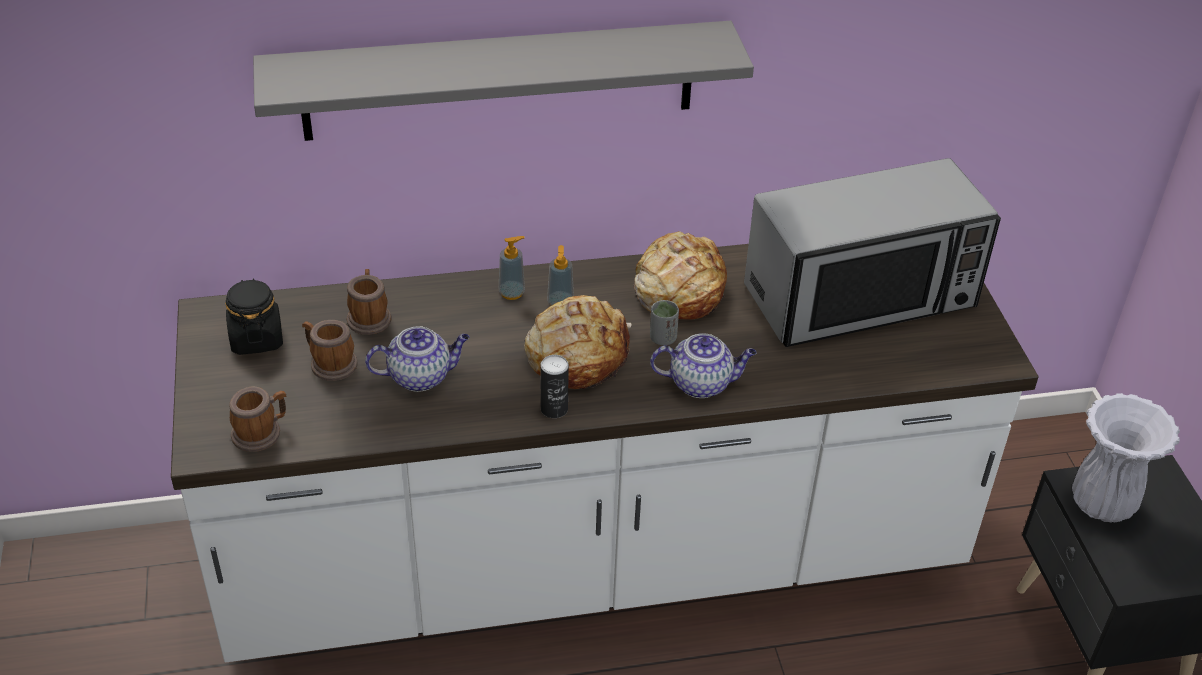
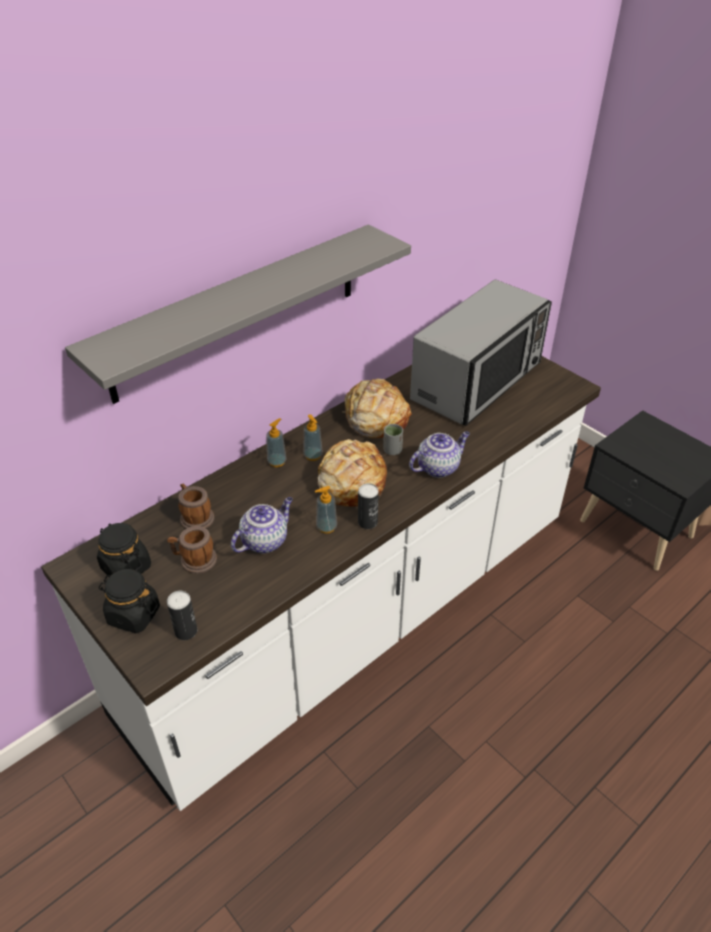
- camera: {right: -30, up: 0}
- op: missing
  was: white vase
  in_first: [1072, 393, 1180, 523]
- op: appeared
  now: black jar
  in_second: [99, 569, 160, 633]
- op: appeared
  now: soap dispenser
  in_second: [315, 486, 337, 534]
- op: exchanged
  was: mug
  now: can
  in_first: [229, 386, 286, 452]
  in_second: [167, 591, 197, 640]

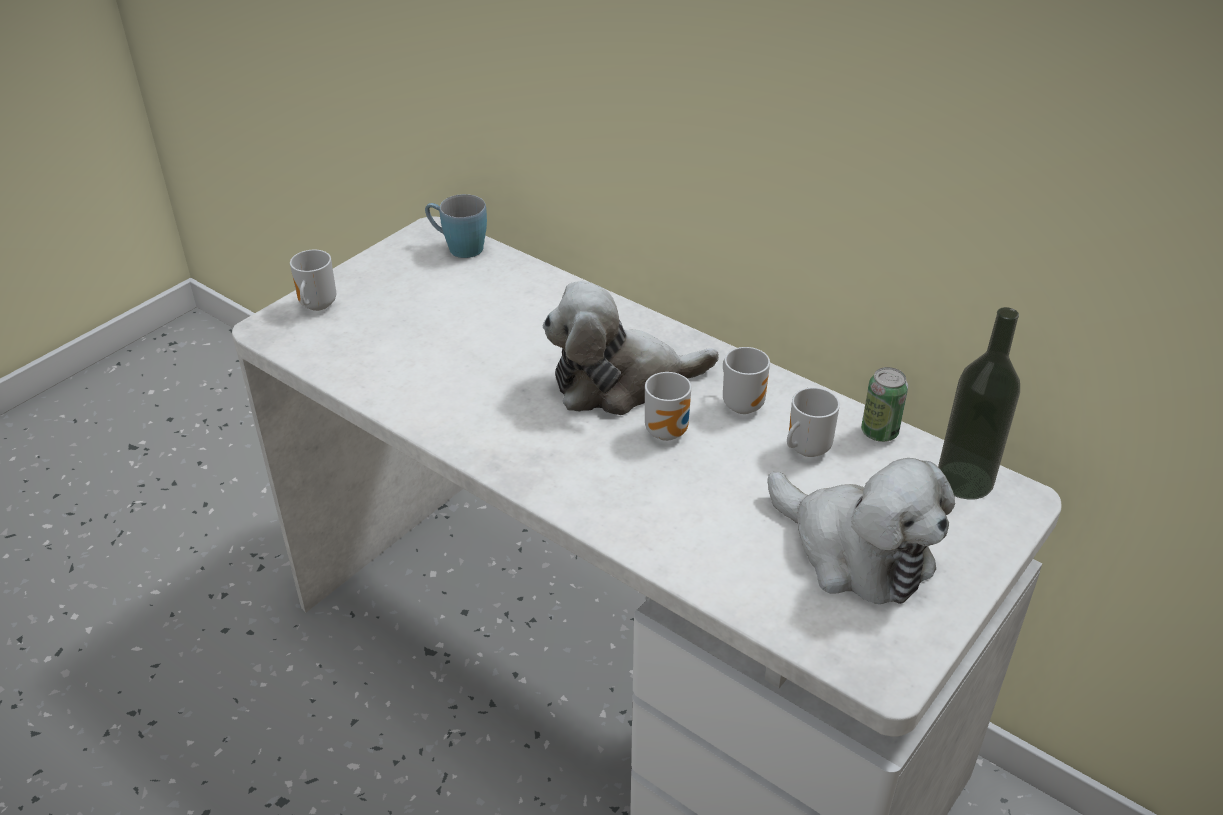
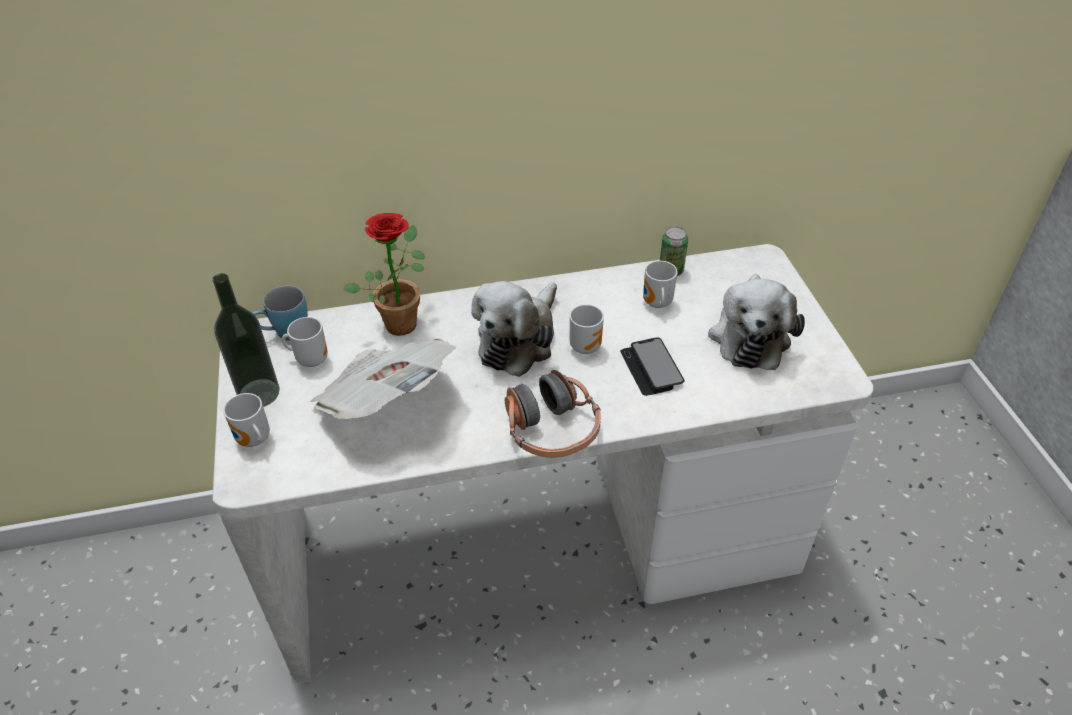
- camera: {right: -50, up: 5}
- op: appeared
  now: newspaper
  in_second: [311, 339, 456, 419]
- op: appeared
  now: potted plant
  in_second: [343, 213, 425, 336]
- op: appeared
  now: headphones
  in_second: [505, 370, 601, 458]
- op: appeared
  now: phone
  in_second: [620, 338, 685, 396]
- op: relocated
  was: mug
  in_first: [723, 347, 770, 414]
  in_second: [282, 317, 328, 367]
- op: relocated
  was: bottle
  in_first: [938, 307, 1020, 500]
  in_second: [212, 273, 280, 407]
- op: spun
  was: plush toy
  in_first: [767, 458, 955, 604]
  in_second: [708, 274, 805, 370]
  clockwise: 105

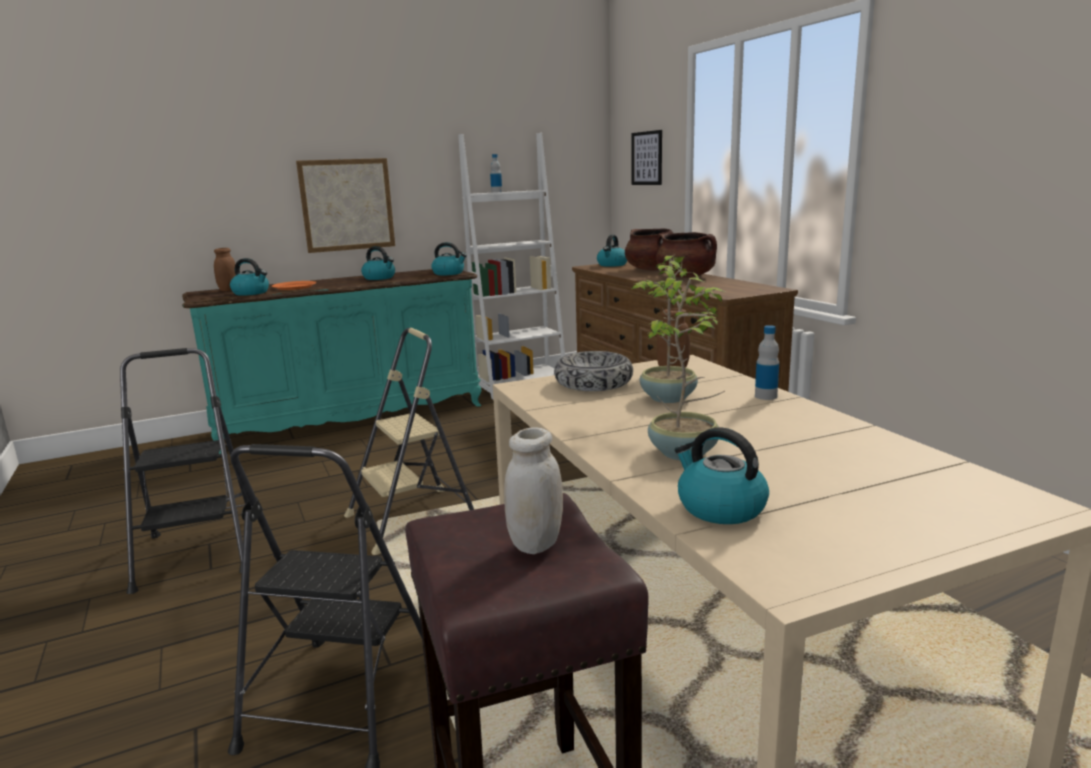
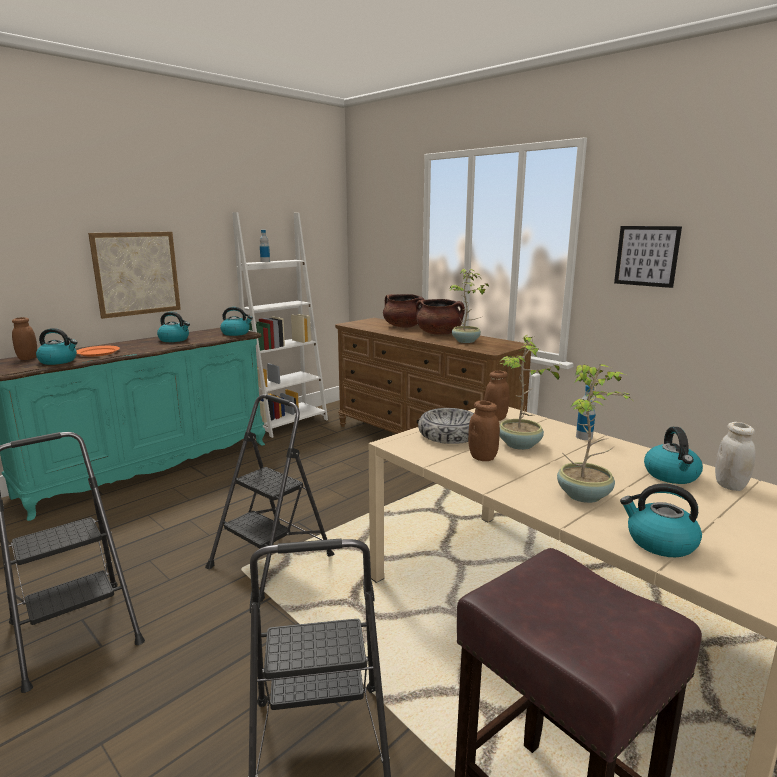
- camera: {right: -20, up: 0}
- op: appeared
  now: potted plant
  in_second: [450, 269, 489, 343]
- op: appeared
  now: brown jar
  in_second: [468, 401, 500, 461]
- op: relocated
  was: white jar
  in_first: [504, 427, 563, 554]
  in_second: [715, 422, 756, 491]
- op: relocated
  was: kettle
  in_first: [597, 235, 627, 267]
  in_second: [644, 427, 703, 484]
- op: relocated
  was: picture
  in_first: [632, 130, 662, 185]
  in_second: [614, 226, 682, 288]
- op: colour
  was: beige step ladder
  now: black step ladder
  in_first: [344, 328, 474, 555]
  in_second: [205, 394, 334, 602]

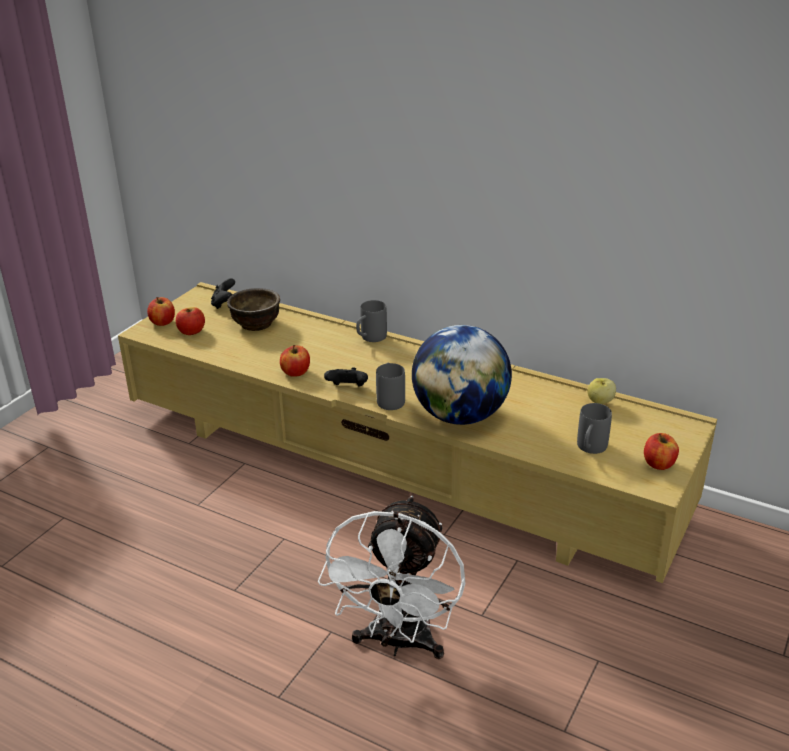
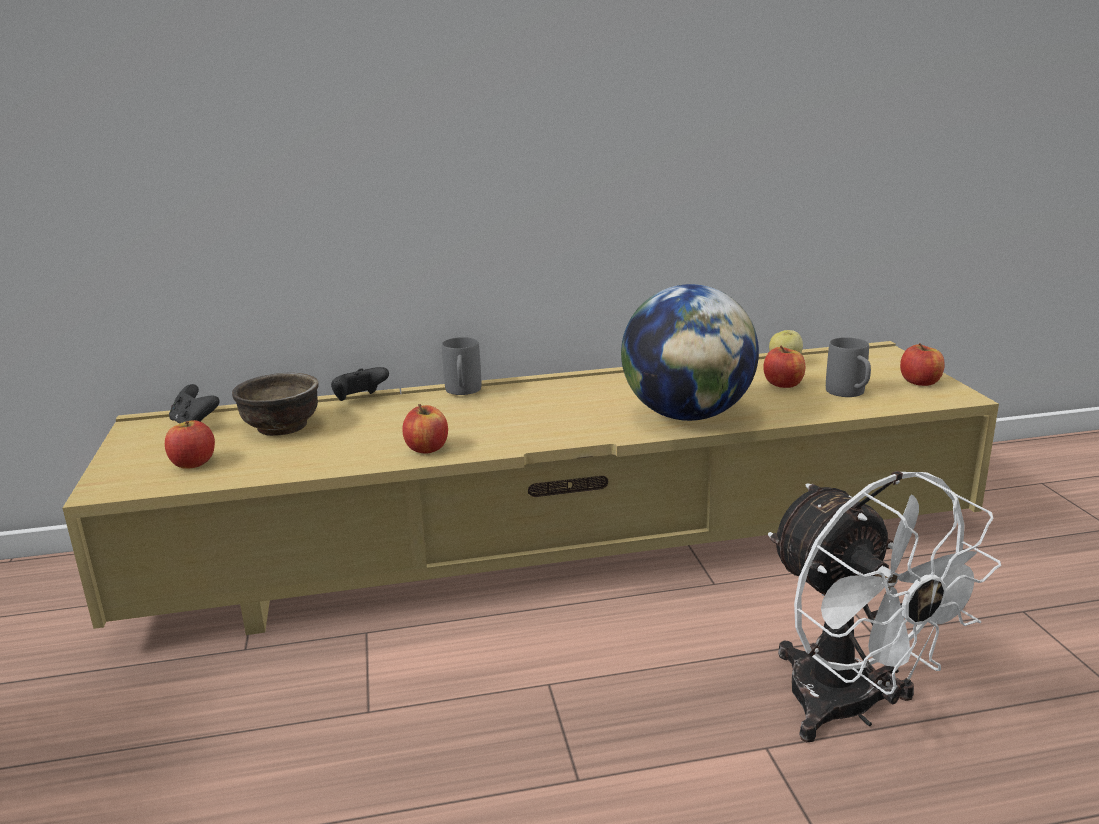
- camera: {right: -40, up: -10}
- op: missing
  was: grey mug
  in_first: [376, 363, 405, 410]
- op: relocated
  was: apple
  in_first: [147, 297, 175, 326]
  in_second: [763, 346, 805, 388]
- op: relocated
  was: black game controller
  in_first: [324, 367, 368, 387]
  in_second: [331, 367, 389, 401]

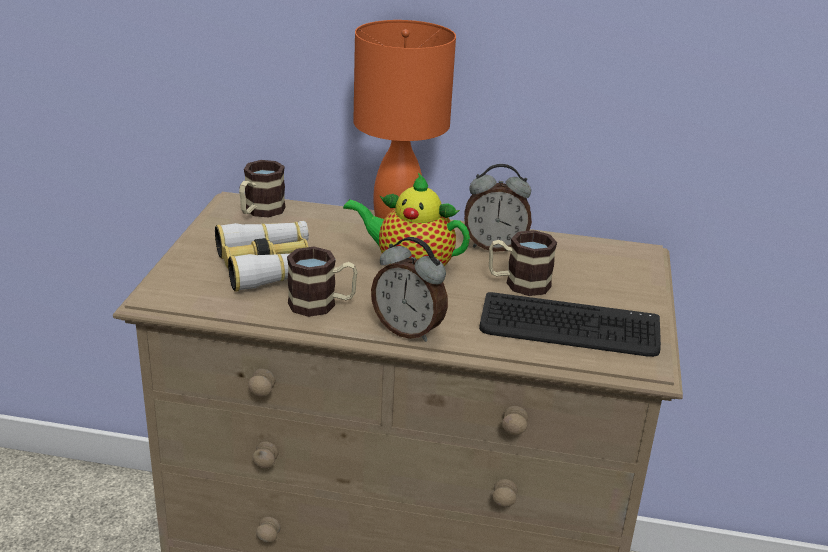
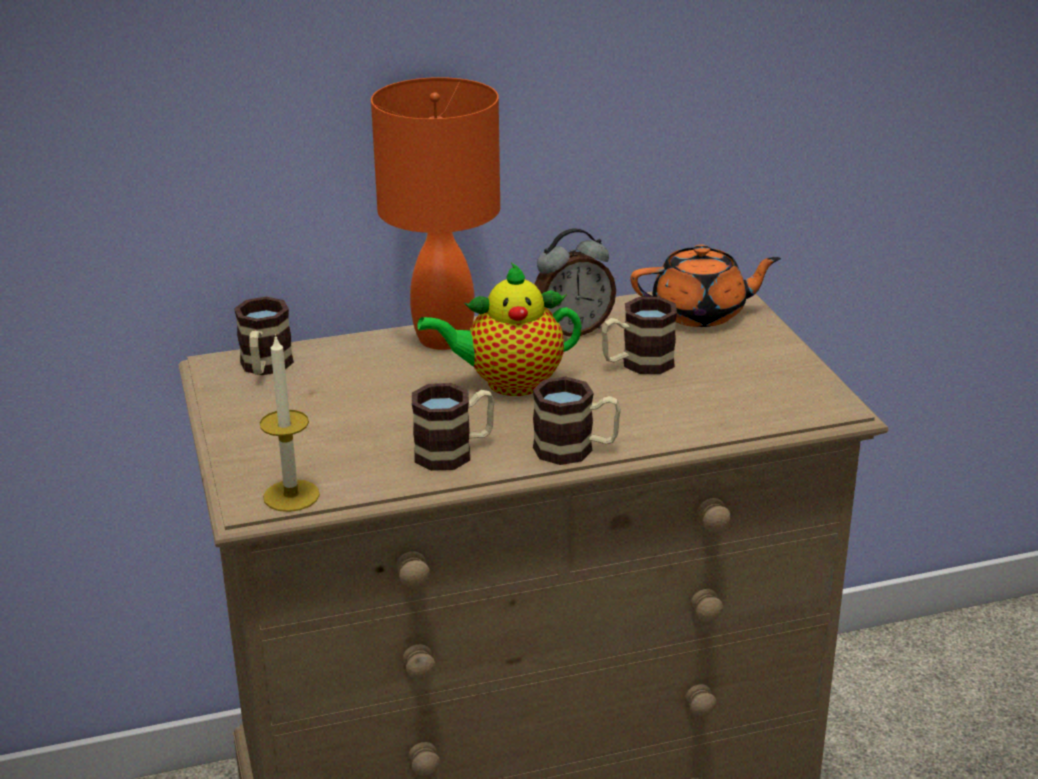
- camera: {right: -25, up: 0}
- op: missing
  was: binoculars
  in_first: [215, 221, 309, 292]
- op: missing
  was: keyboard
  in_first: [479, 292, 661, 357]
- op: appeared
  now: candle
  in_second: [260, 334, 320, 512]
- op: appeared
  now: orange teapot
  in_second: [631, 245, 781, 327]
- op: exchanged
  was: alarm clock
  now: mug
  in_first: [371, 237, 448, 342]
  in_second: [533, 377, 621, 465]

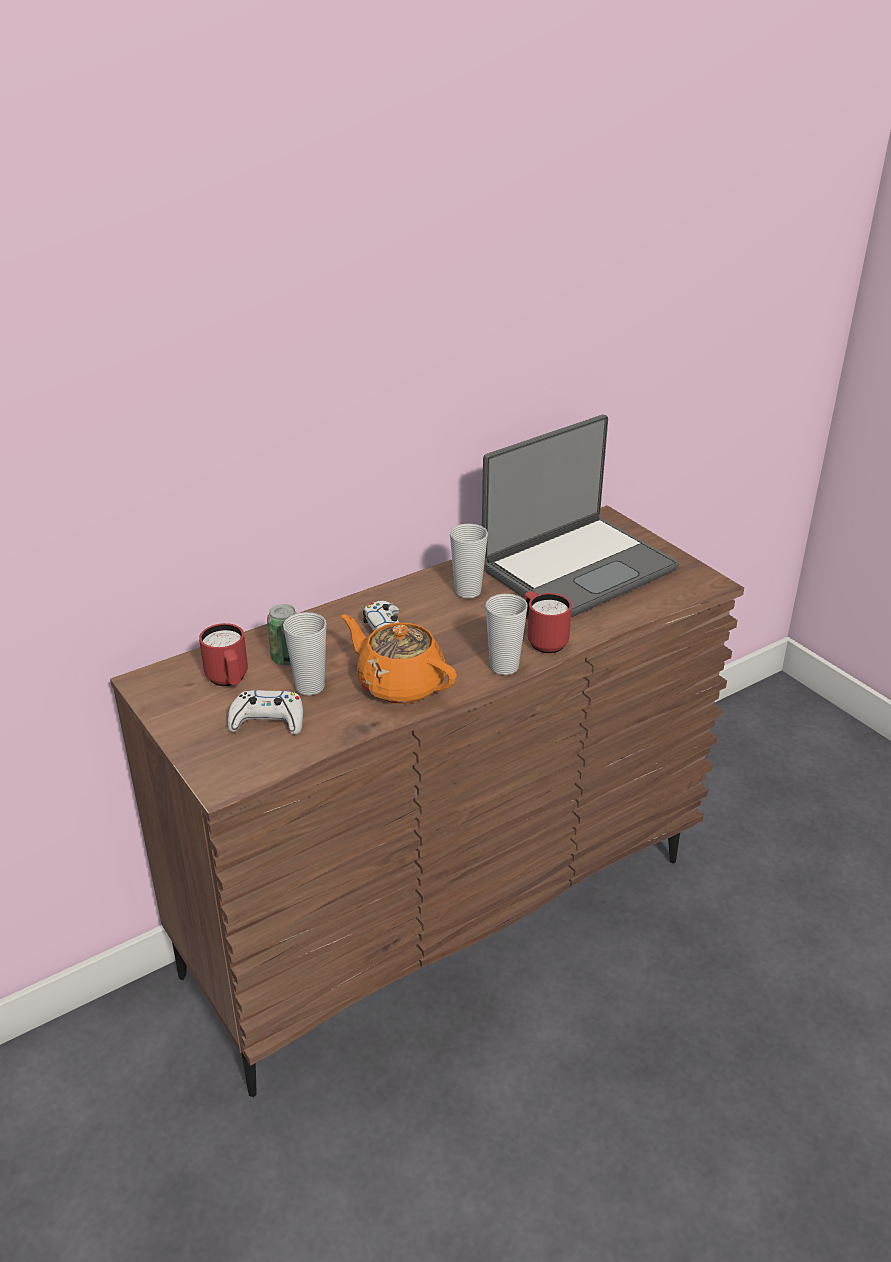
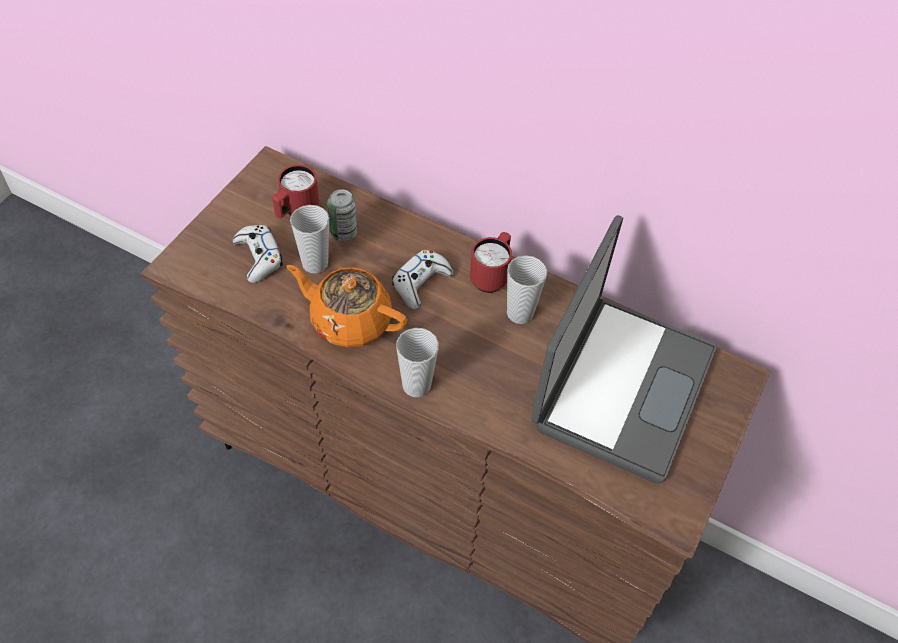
- camera: {right: 60, up: 20}
- op: relocated
  was: red mug
  in_first: [524, 591, 572, 653]
  in_second: [470, 232, 512, 293]
- op: spun
  was: orange teapot
  in_first: [342, 615, 457, 704]
  in_second: [286, 265, 407, 348]
  clockwise: -75
- op: spun
  was: laptop
  in_first: [482, 414, 679, 617]
  in_second: [531, 215, 716, 484]
  clockwise: -90

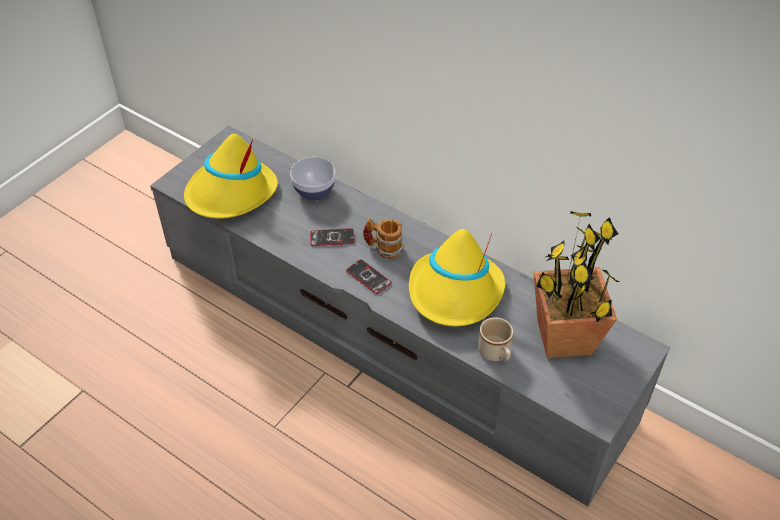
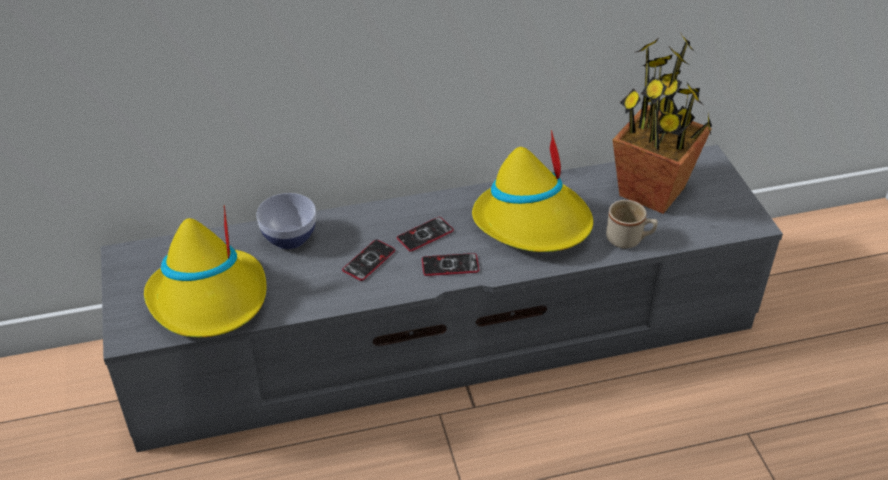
- camera: {right: -50, up: -5}
- op: exchanged
  was: mug
  now: phone
  in_first: [363, 218, 404, 259]
  in_second: [397, 217, 454, 252]

